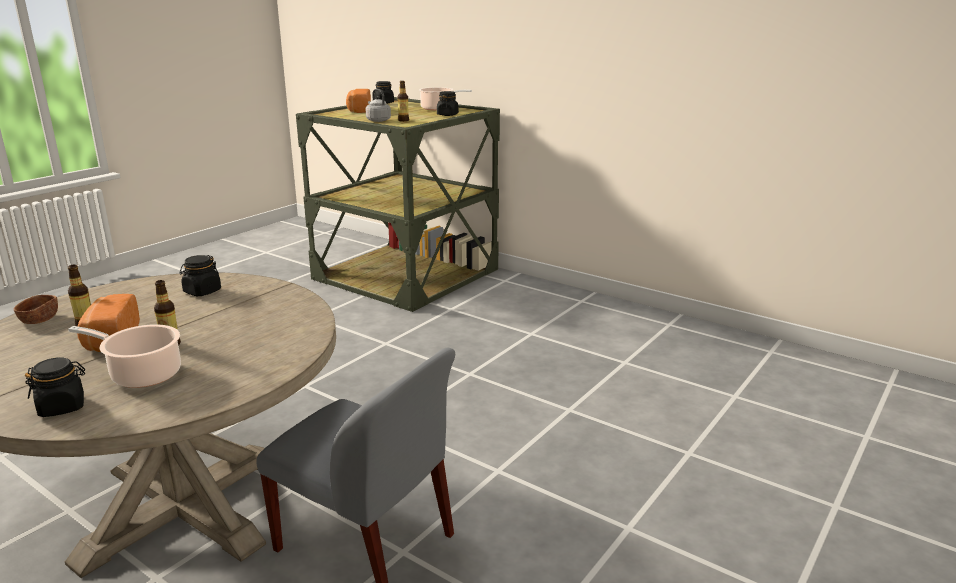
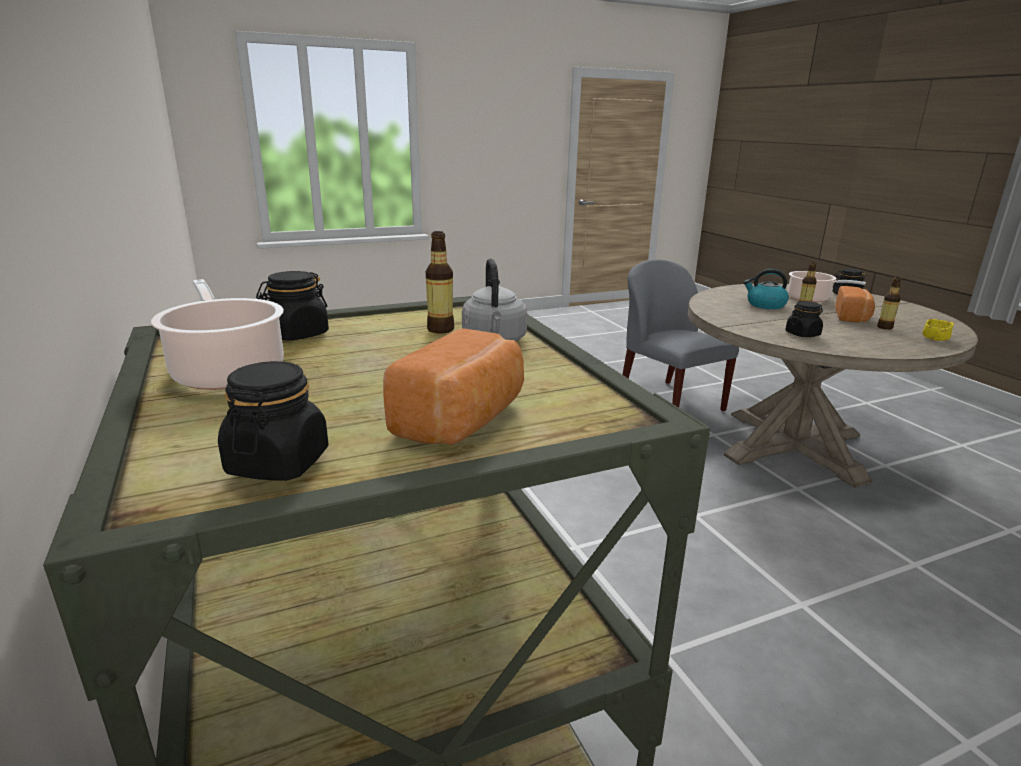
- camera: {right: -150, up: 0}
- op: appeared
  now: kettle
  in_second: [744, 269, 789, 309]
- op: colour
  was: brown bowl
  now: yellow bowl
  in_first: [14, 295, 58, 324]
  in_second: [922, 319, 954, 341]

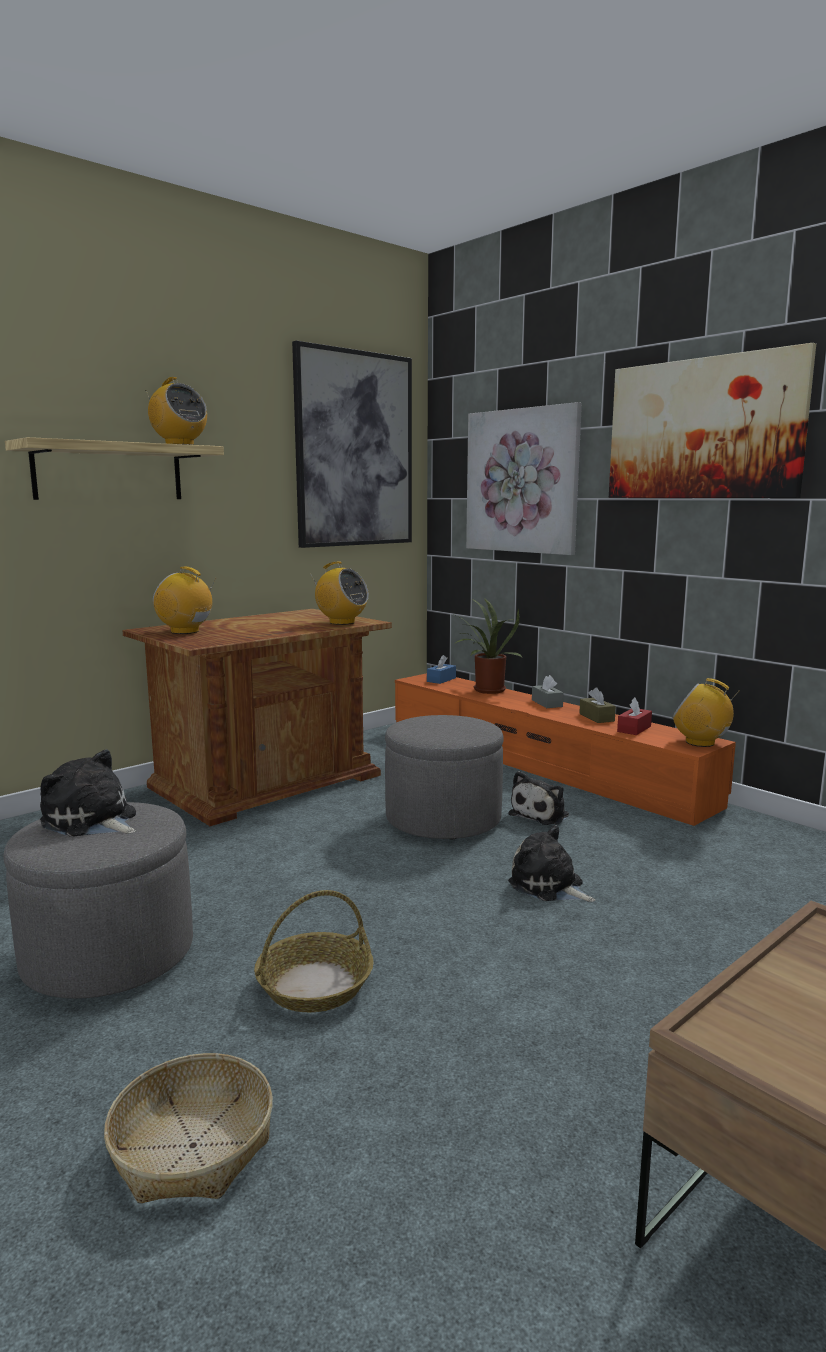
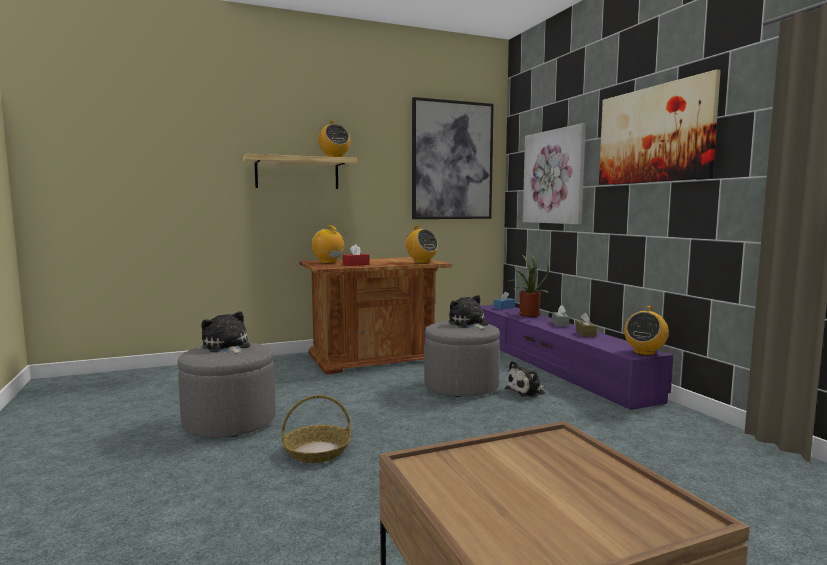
- camera: {right: 20, up: -5}
- op: missing
  was: basket
  in_first: [104, 1053, 273, 1203]
- op: relocated
  was: plush toy
  in_first: [508, 825, 595, 902]
  in_second: [449, 295, 488, 330]
- op: relocated
  was: red tissue box
  in_first: [617, 698, 652, 735]
  in_second: [343, 244, 370, 266]
- op: colour
  was: orange tv stand
  now: purple tv stand
  in_first: [395, 673, 736, 826]
  in_second: [481, 305, 673, 410]
- op: spun
  was: radio
  in_first: [672, 678, 740, 747]
  in_second: [624, 306, 669, 356]
  clockwise: -105

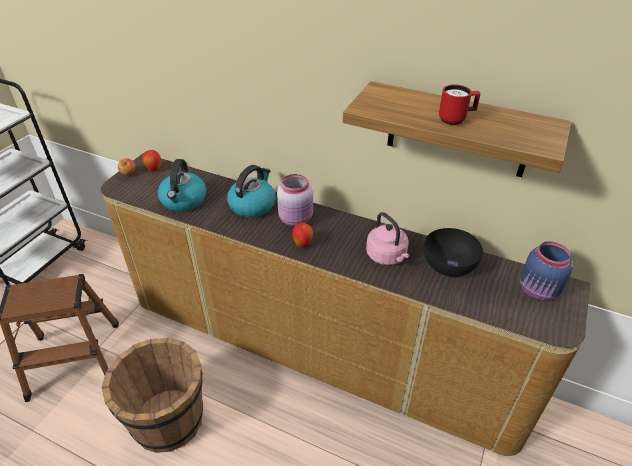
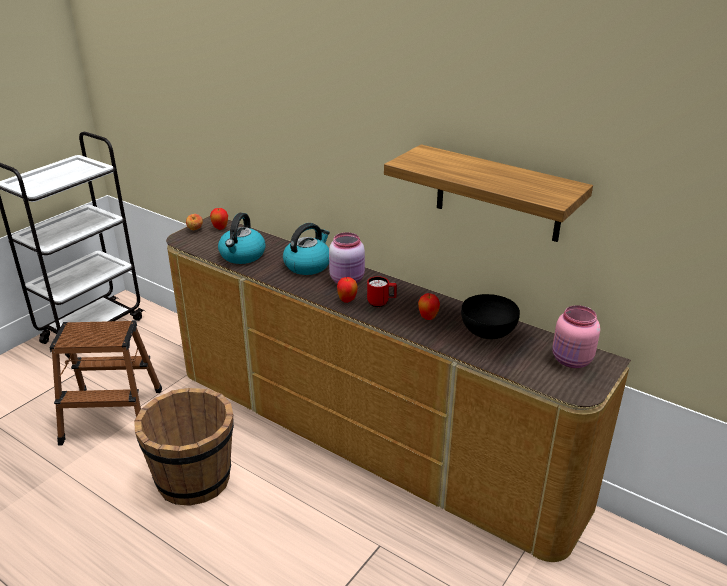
- camera: {right: 10, up: -10}
- op: relocated
  was: red mug
  in_first: [439, 85, 481, 125]
  in_second: [367, 276, 397, 307]
- op: exchanged
  was: pink kettle
  now: apple
  in_first: [366, 212, 410, 265]
  in_second: [418, 293, 440, 320]
- op: colour
  was: blue jar
  now: pink jar
  in_first: [520, 241, 573, 301]
  in_second: [553, 305, 600, 368]

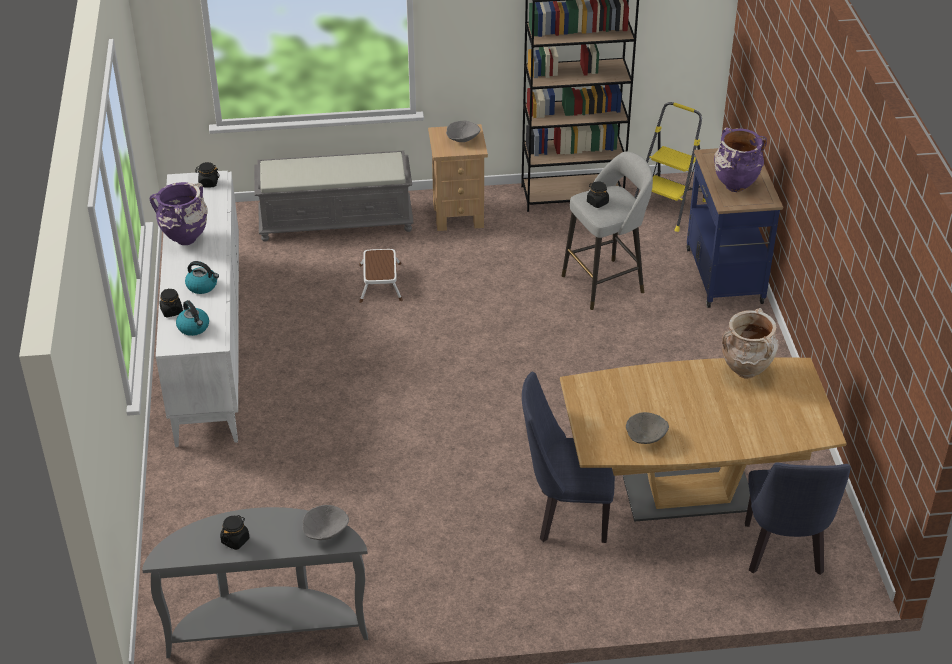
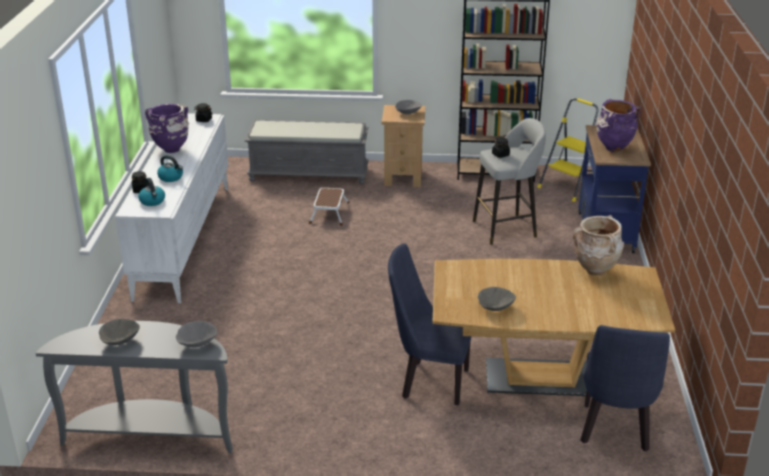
- camera: {right: 10, up: -10}
- op: exchanged
  was: black jar
  now: grey bowl
  in_first: [220, 515, 249, 550]
  in_second: [99, 319, 140, 345]

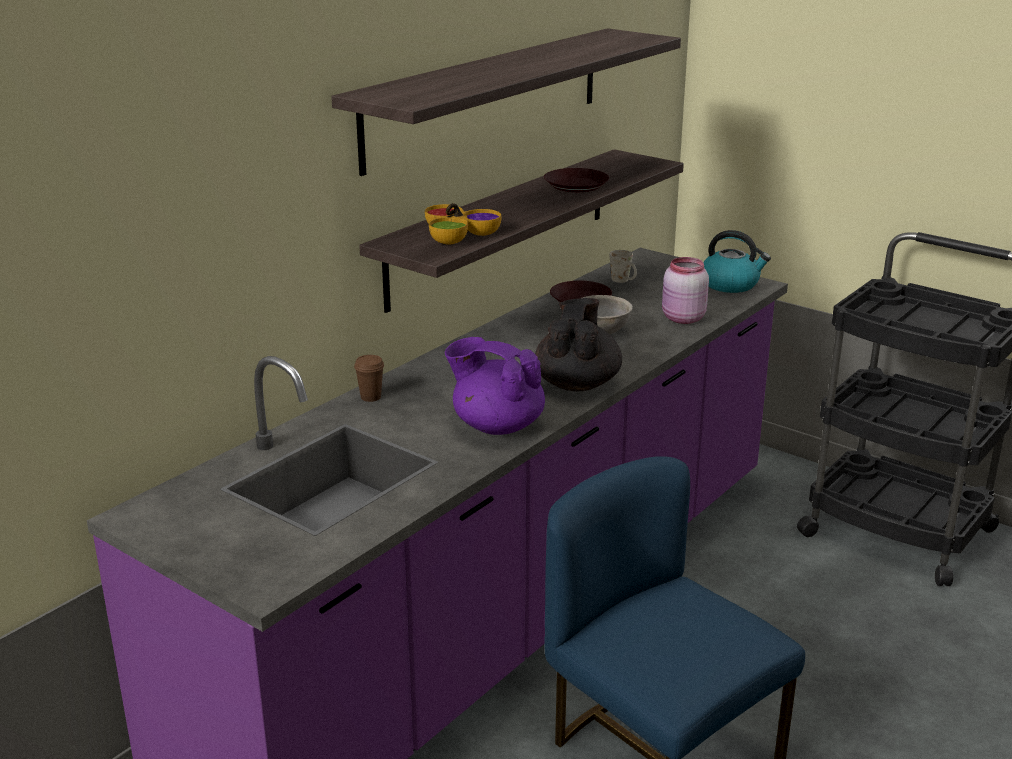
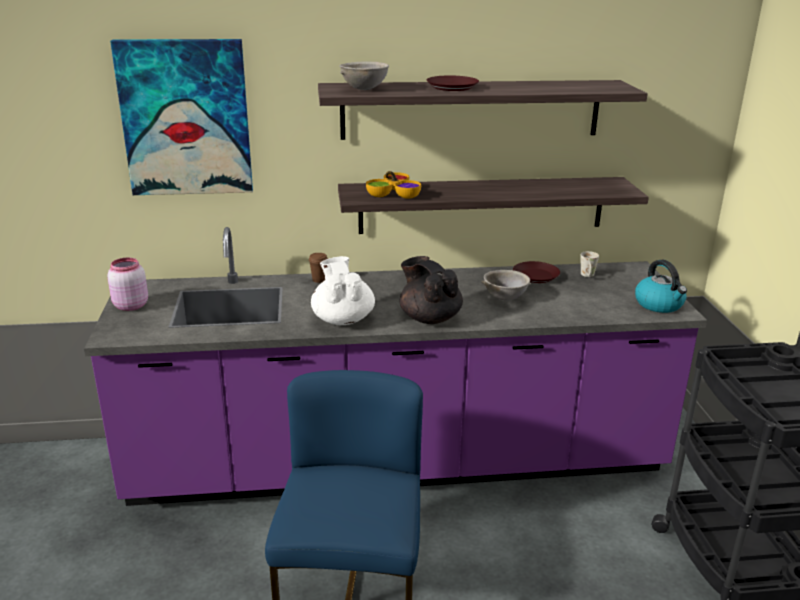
- camera: {right: 45, up: 0}
- op: appeared
  now: picture
  in_second: [110, 39, 253, 195]
- op: appeared
  now: grey bowl
  in_second: [339, 61, 389, 90]
- op: relocated
  was: brown plate
  in_first: [544, 168, 609, 192]
  in_second: [426, 75, 479, 91]
- op: relocated
  was: pink jar
  in_first: [662, 257, 709, 324]
  in_second: [107, 258, 148, 311]
- op: colour
  was: purple teapot
  now: white teapot
  in_first: [445, 337, 545, 435]
  in_second: [311, 256, 375, 325]
- op: spun
  was: black teapot
  in_first: [535, 298, 622, 391]
  in_second: [400, 256, 463, 324]
  clockwise: -90

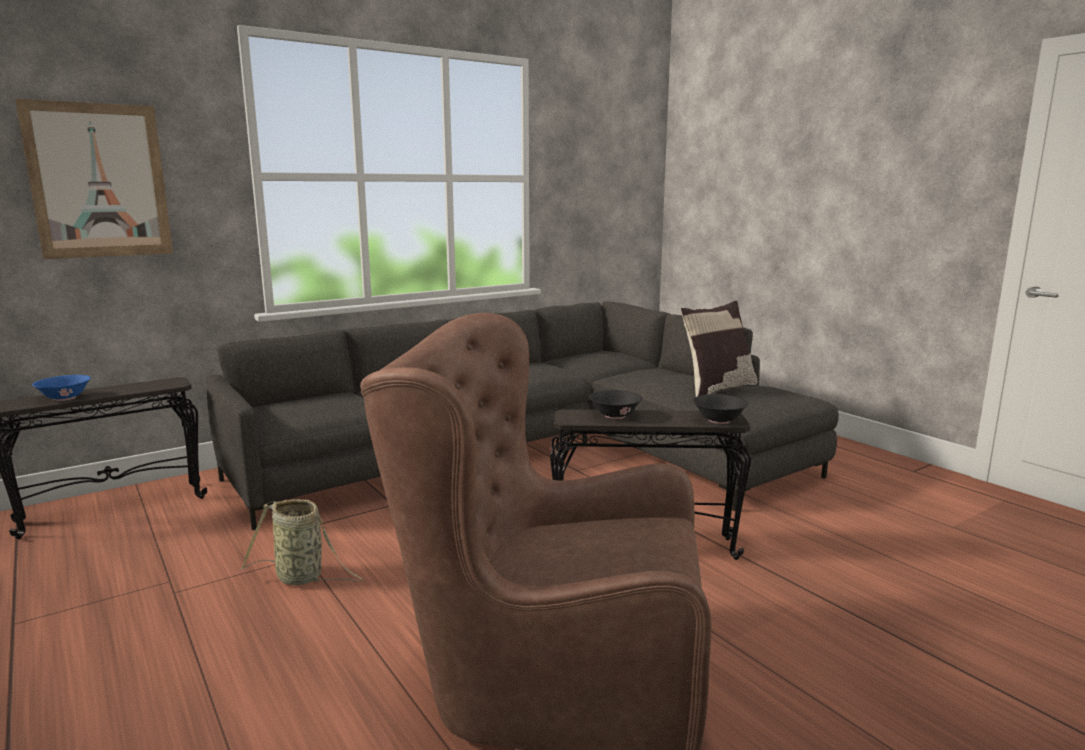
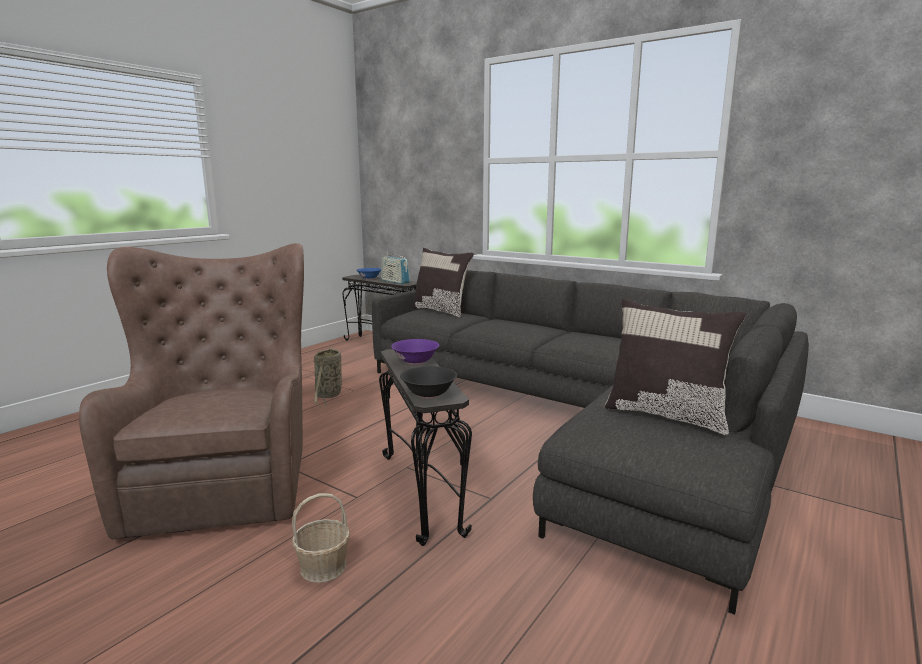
- camera: {right: 70, up: 0}
- op: missing
  was: picture
  in_first: [15, 99, 173, 259]
- op: appeared
  now: basket
  in_second: [292, 493, 350, 583]
- op: appeared
  now: radio
  in_second: [381, 251, 410, 284]
- op: appeared
  now: pillow
  in_second: [412, 248, 474, 318]
- op: colour
  was: black bowl
  now: purple bowl
  in_first: [589, 390, 642, 419]
  in_second: [391, 339, 439, 365]

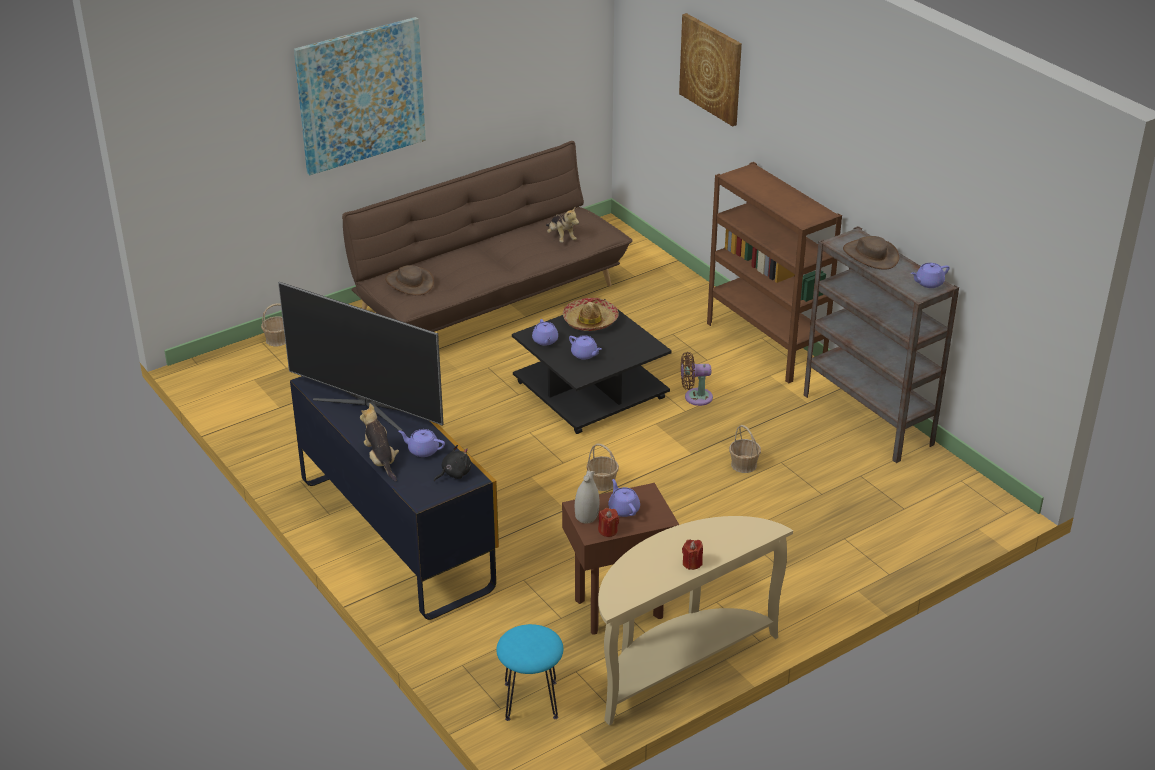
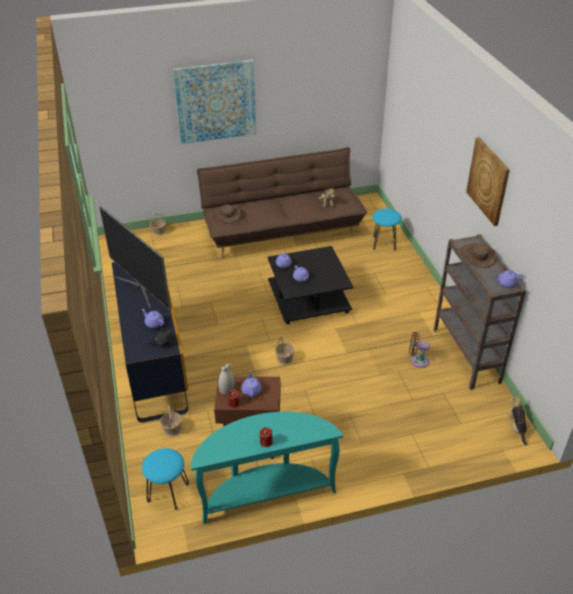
- camera: {right: 20, up: 5}
- op: missing
  was: hat
  in_first: [563, 298, 619, 331]
- op: missing
  was: brown bookcase
  in_first: [707, 162, 842, 383]
- op: appeared
  now: turquoise stool
  in_second: [373, 209, 402, 251]
- op: relocated
  was: plush toy
  in_first: [360, 403, 399, 481]
  in_second: [508, 394, 530, 445]
- op: relocated
  was: picture
  in_first: [679, 13, 742, 126]
  in_second: [466, 137, 510, 226]
- op: relocated
  was: brown fan
  in_first: [681, 352, 713, 406]
  in_second: [409, 332, 430, 368]
- op: relocated
  was: basket
  in_first: [729, 425, 761, 473]
  in_second: [160, 405, 182, 436]
- op: colour
  was: beige console table
  now: turquoise console table
  in_first: [598, 516, 793, 725]
  in_second: [191, 412, 343, 524]

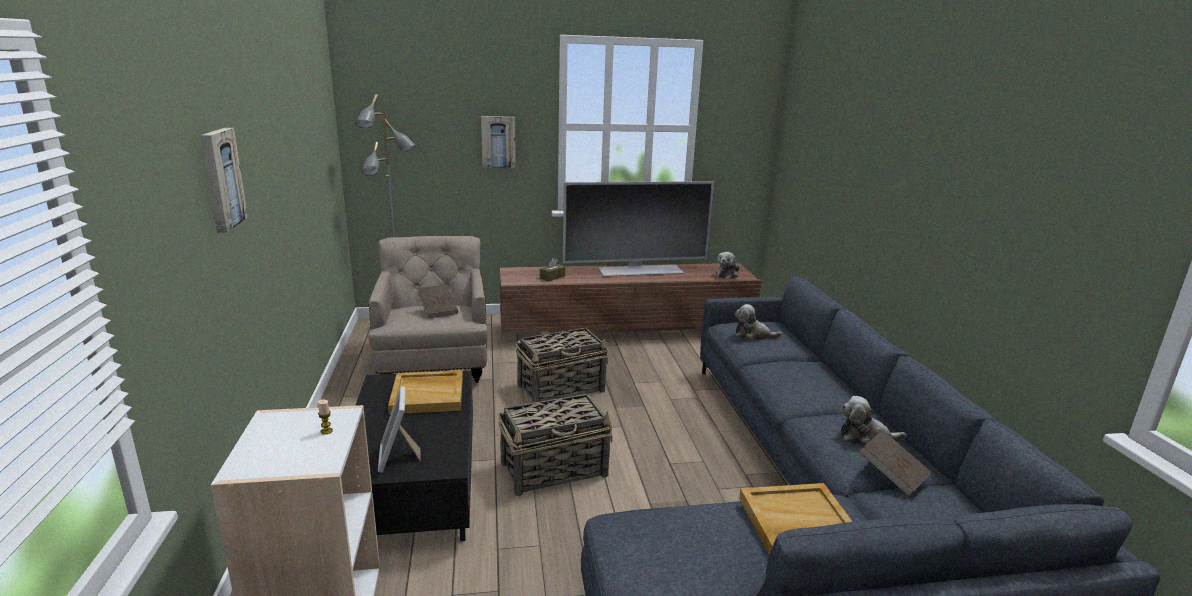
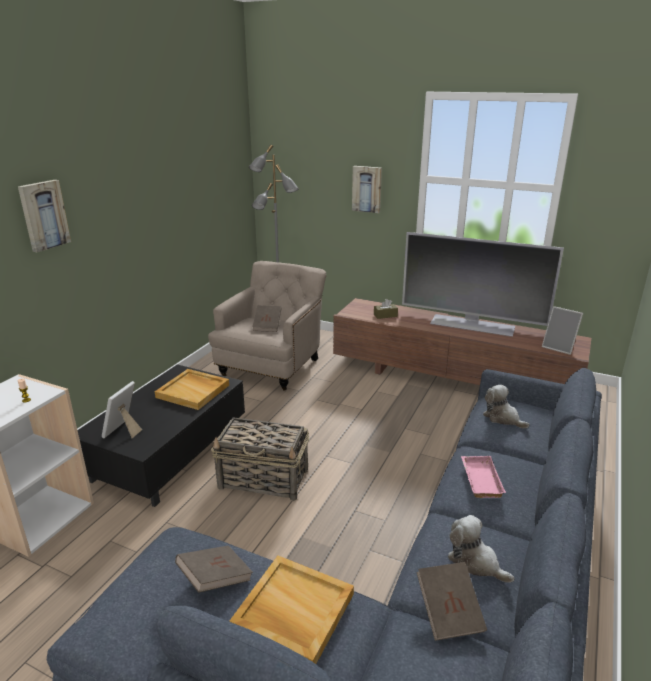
- camera: {right: 35, up: 5}
- op: missing
  was: basket
  in_first: [516, 328, 608, 403]
- op: appeared
  now: brown book
  in_second: [175, 545, 253, 593]
- op: appeared
  now: pink tray
  in_second: [461, 456, 506, 498]
- op: exchanged
  was: plush toy
  now: picture frame
  in_first: [716, 252, 740, 279]
  in_second: [542, 306, 583, 355]

